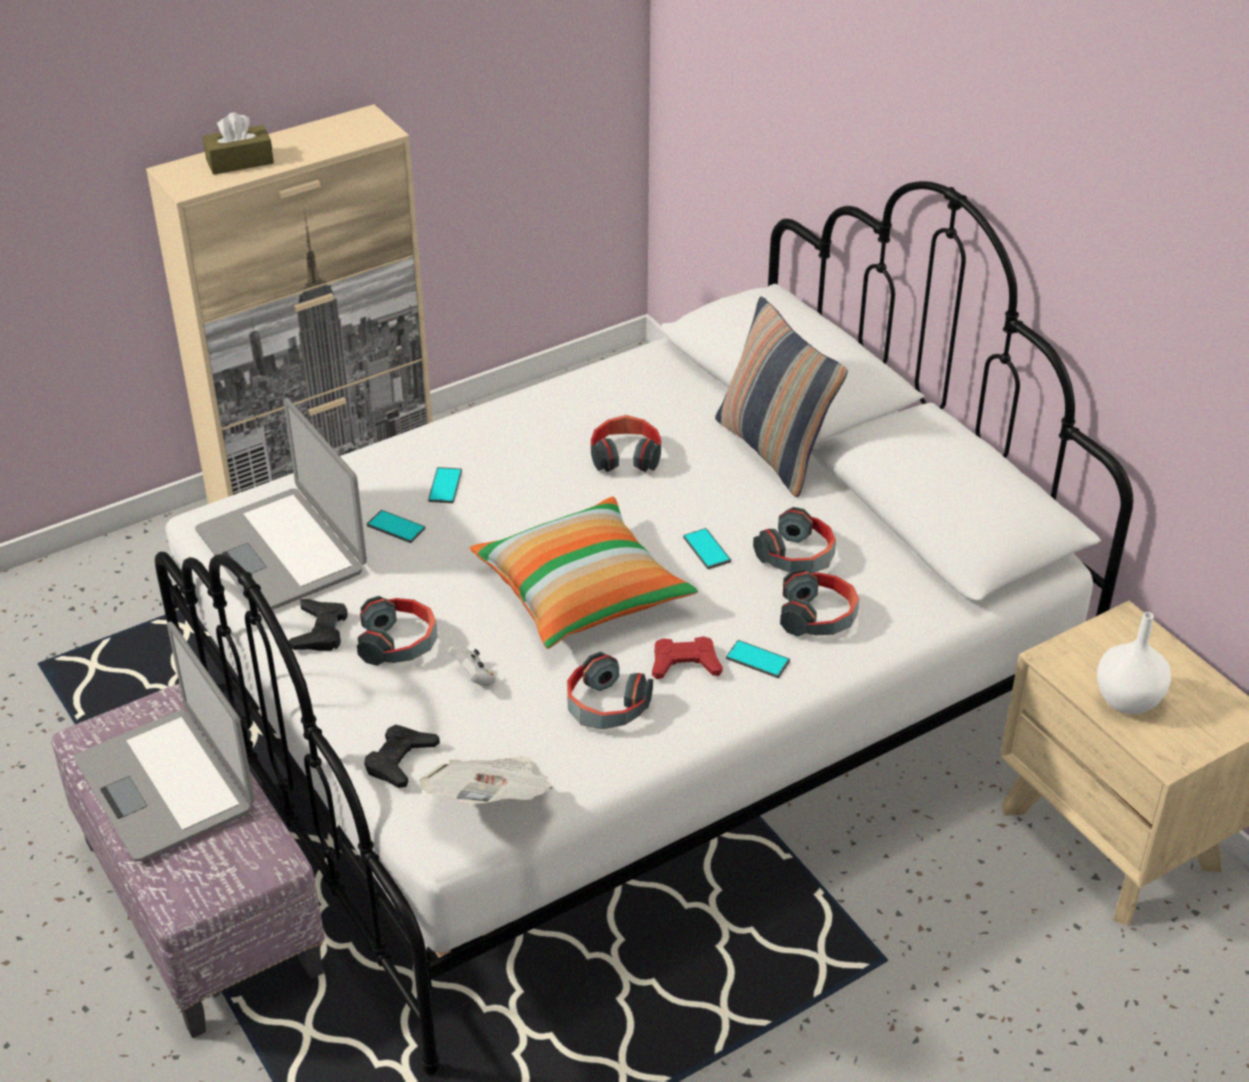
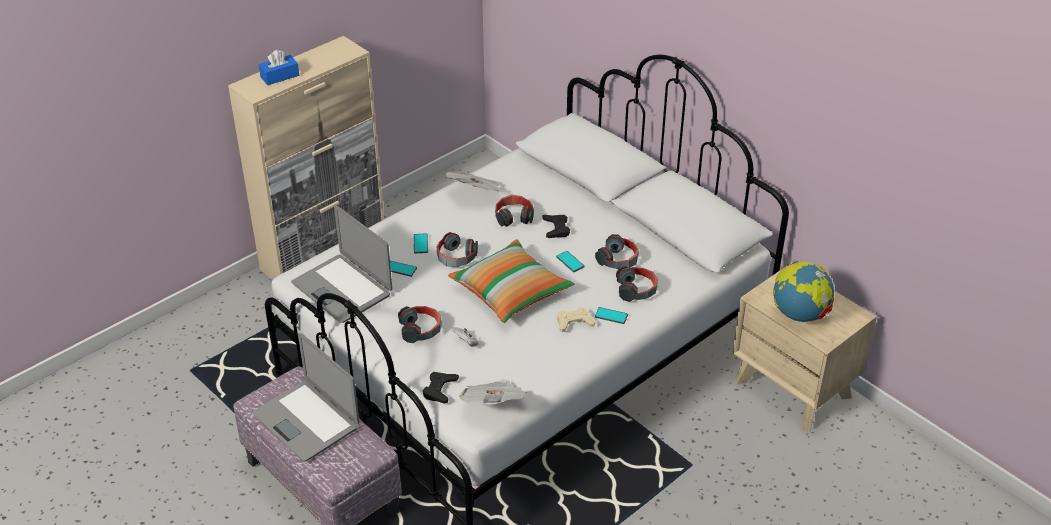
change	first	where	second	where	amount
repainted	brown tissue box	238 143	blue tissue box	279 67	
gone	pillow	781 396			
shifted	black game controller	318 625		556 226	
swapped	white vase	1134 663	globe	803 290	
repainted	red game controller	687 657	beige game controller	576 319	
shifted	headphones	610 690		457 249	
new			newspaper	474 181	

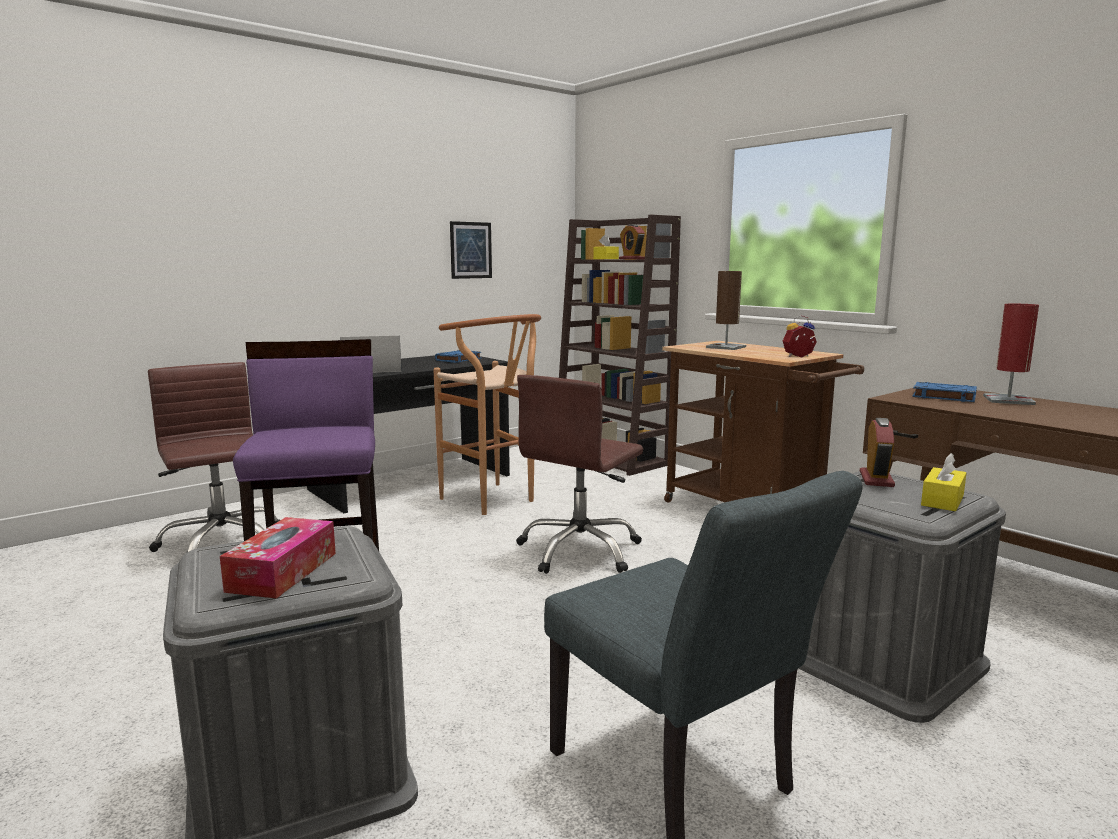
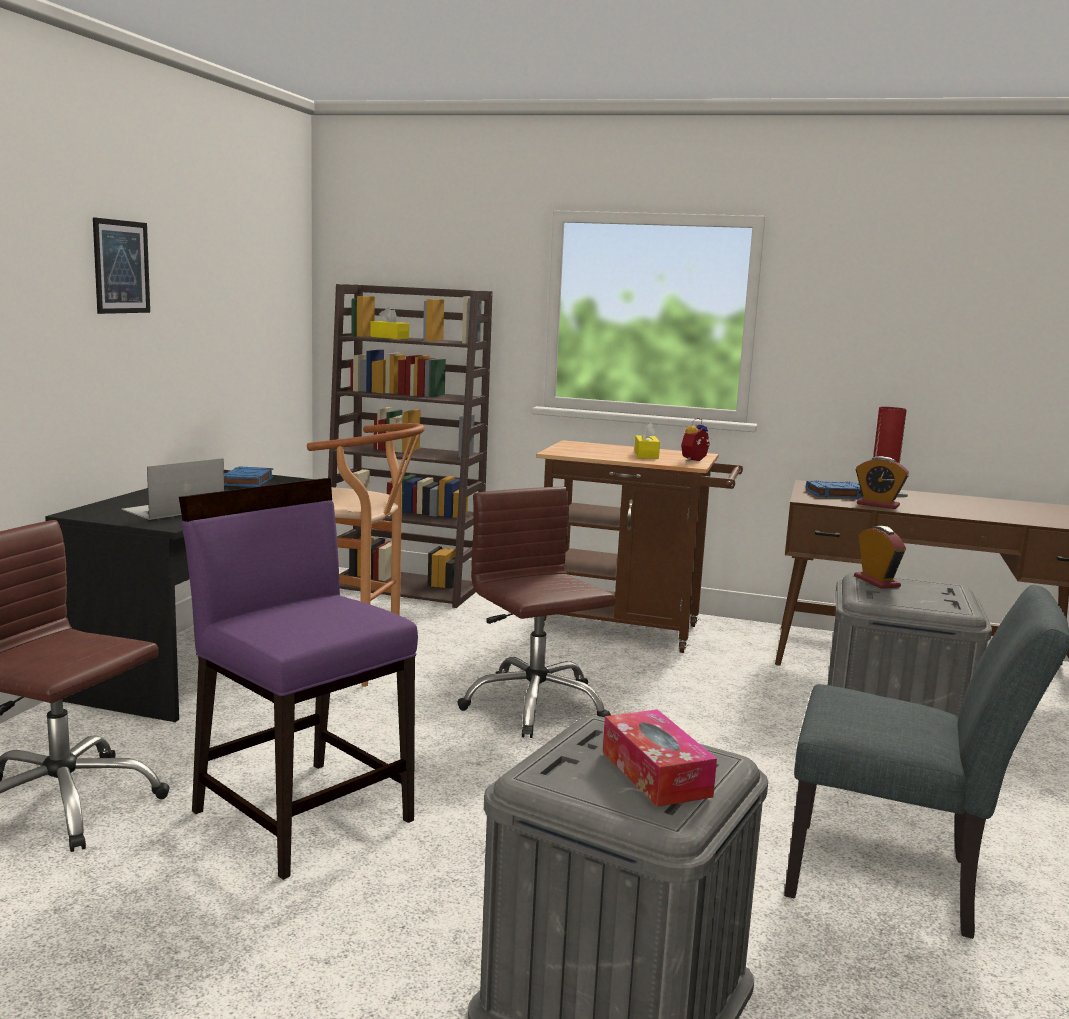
change	first	where	second	where	amount
shifted	picture	471 250		121 265	
shifted	alarm clock	632 241		882 482	
gone	brown table lamp	726 310			
rotated	brown office chair	579 474		536 612	150 degrees clockwise
shifted	yellow tissue box	943 482		647 440	

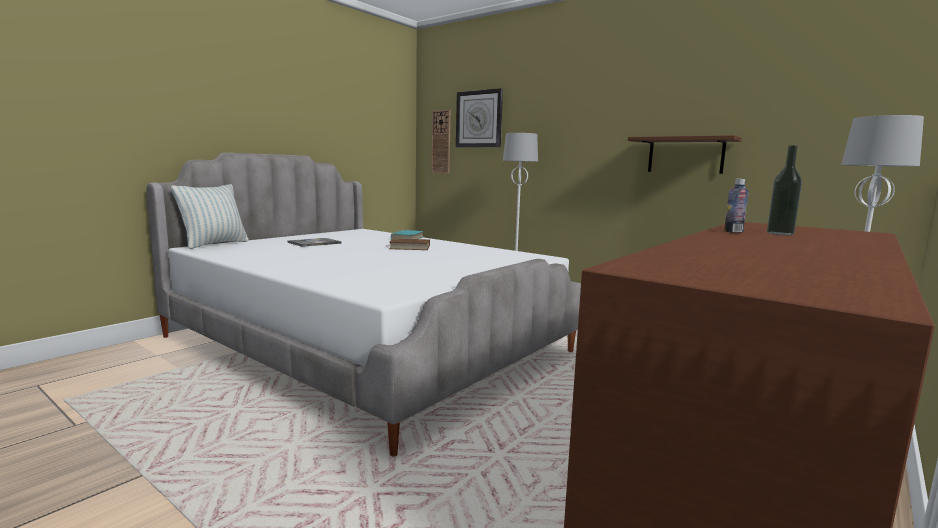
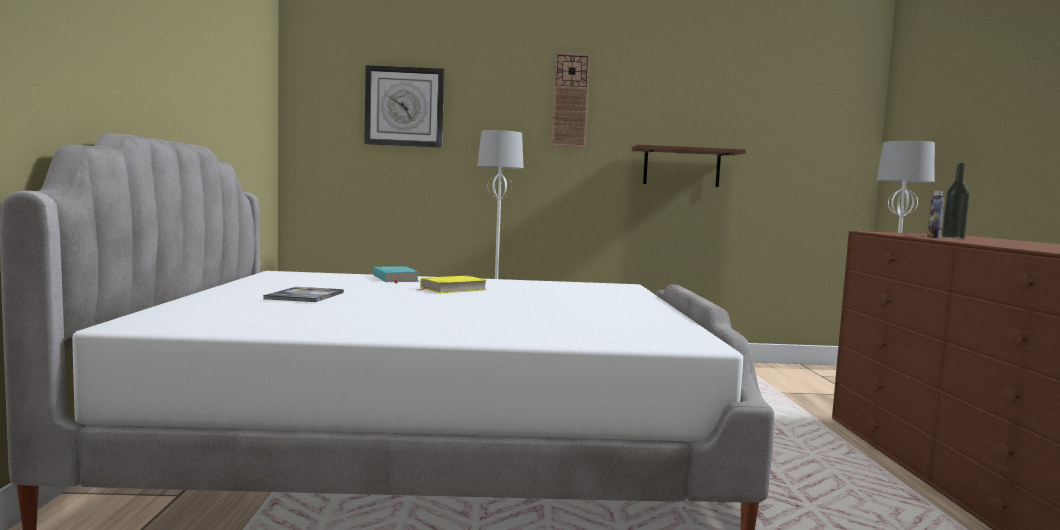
change	first	where	second	where	amount
shifted	wall clock	441 142		571 100	
gone	pillow	210 216			
repainted	brown book	409 244	yellow book	453 284	

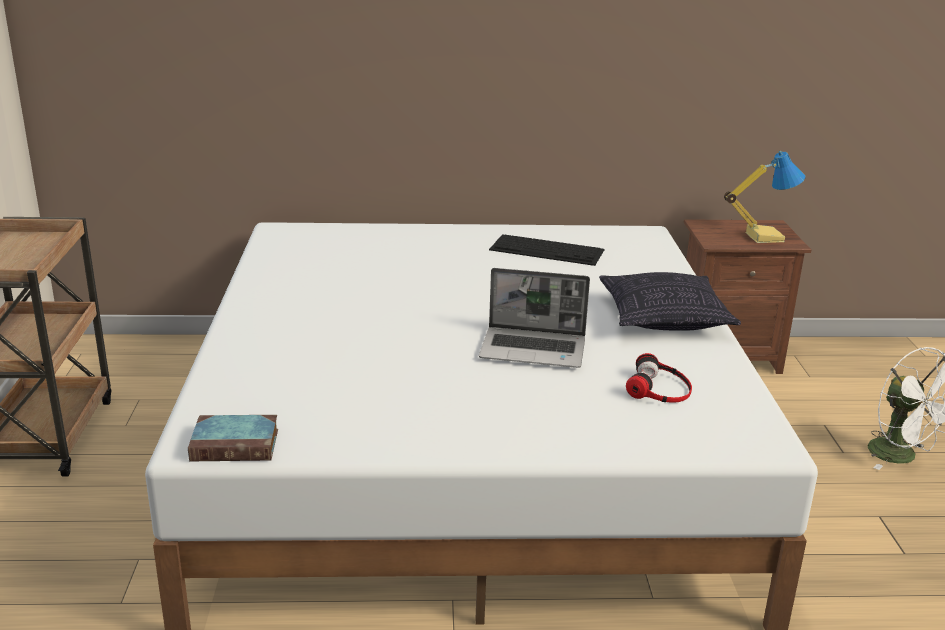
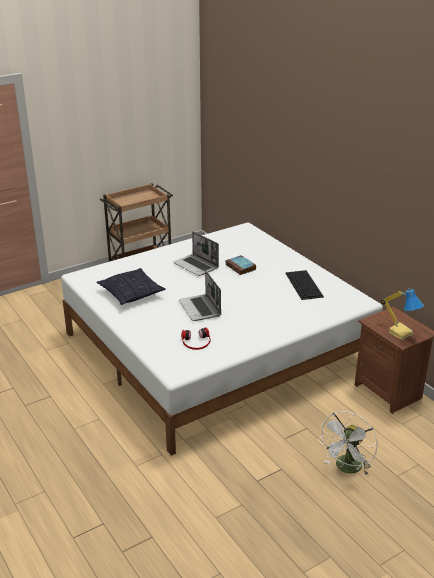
change	first	where	second	where	amount
shifted	pillow	670 301		131 286	
shifted	book	233 438		241 265	
new			laptop	196 254	

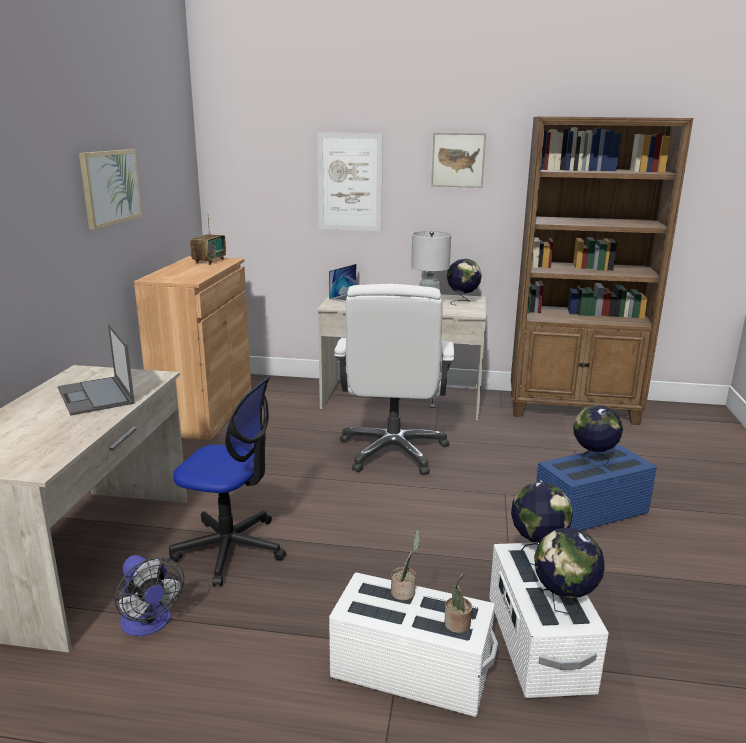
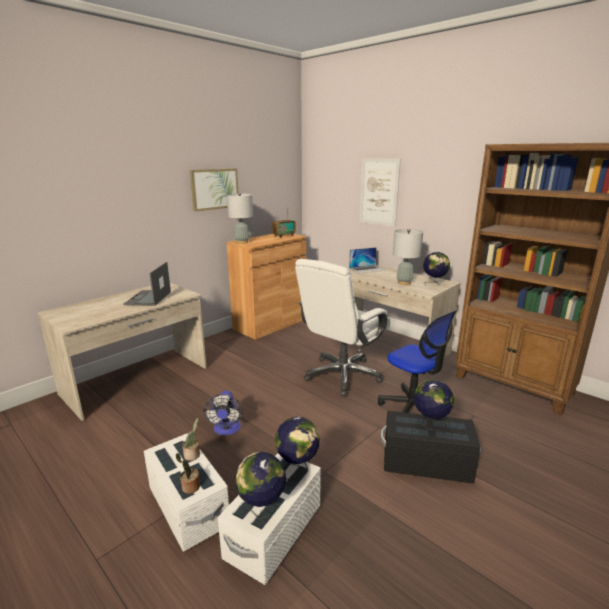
change	first	where	second	where	amount
gone	picture	458 160			
shifted	office chair	227 481		417 361	
repainted	blue storage box	596 487	black storage box	430 447	
shifted	fan	149 595		223 413	
new			grey table lamp	240 218	

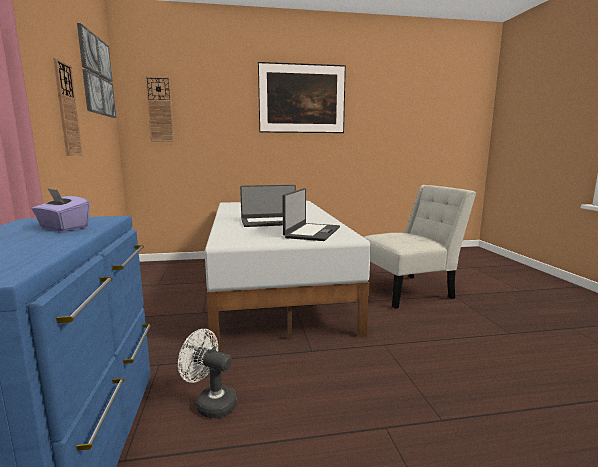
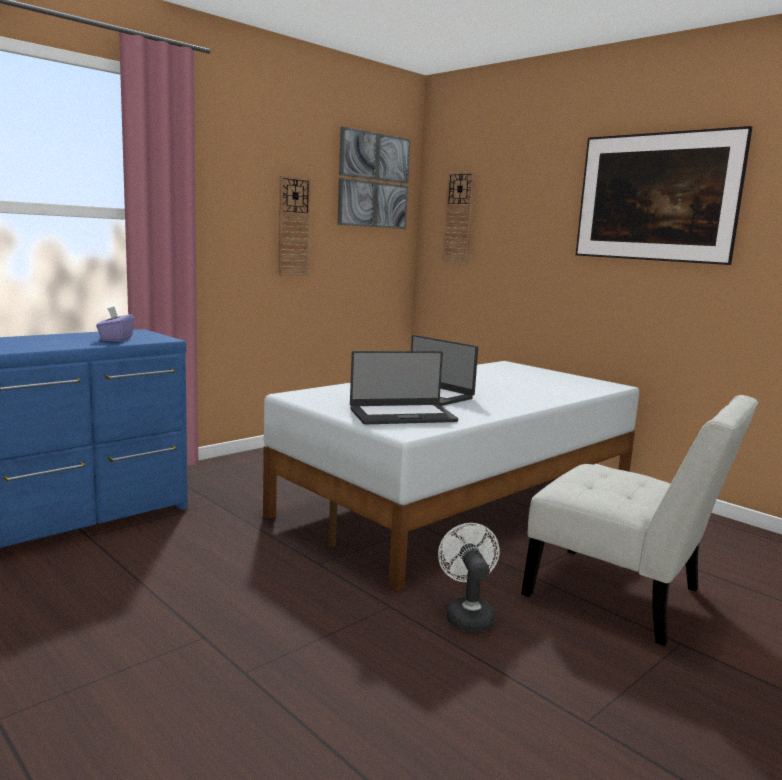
change	first	where	second	where	amount
shifted	white fan	207 373		469 578	

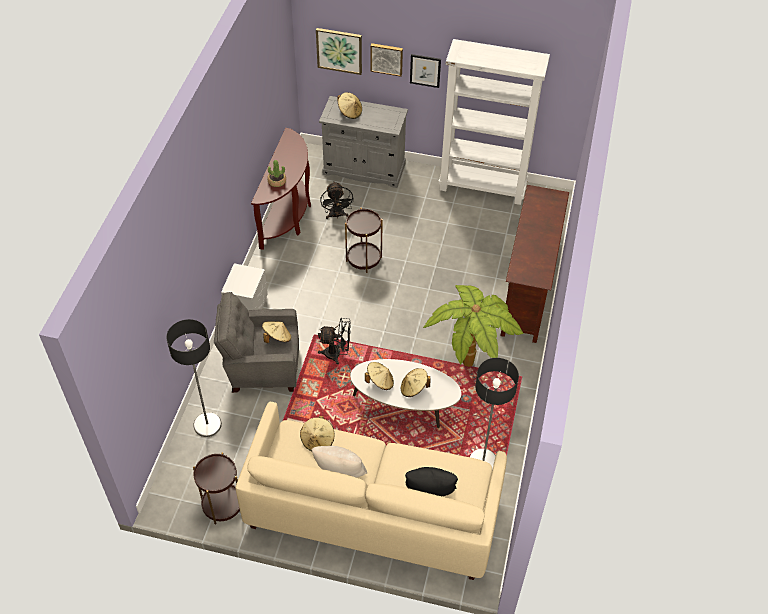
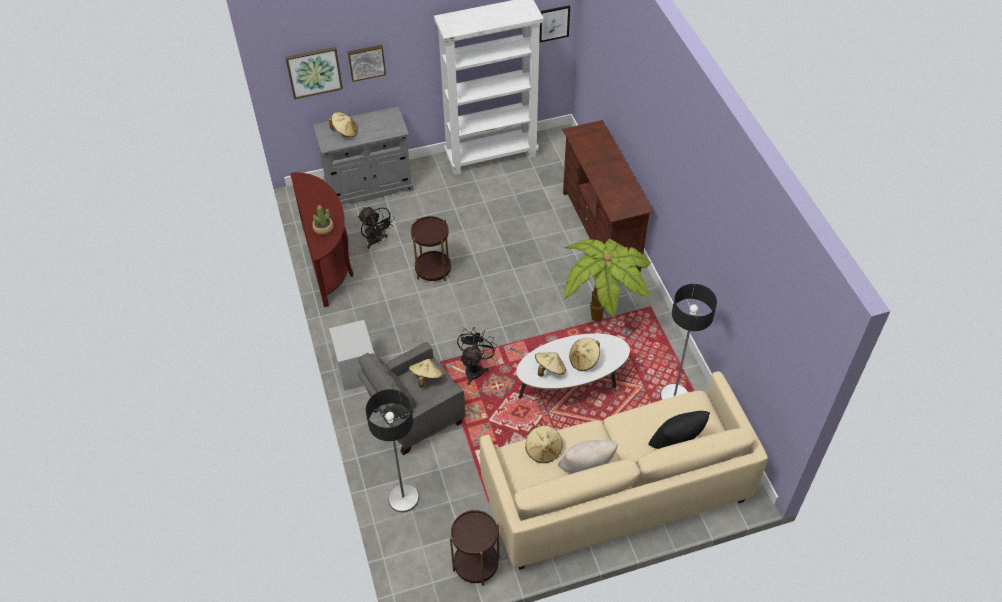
change	first	where	second	where	amount
shifted	picture	425 71		554 24	
rotated	black fan	334 341		477 356	45 degrees counterclockwise

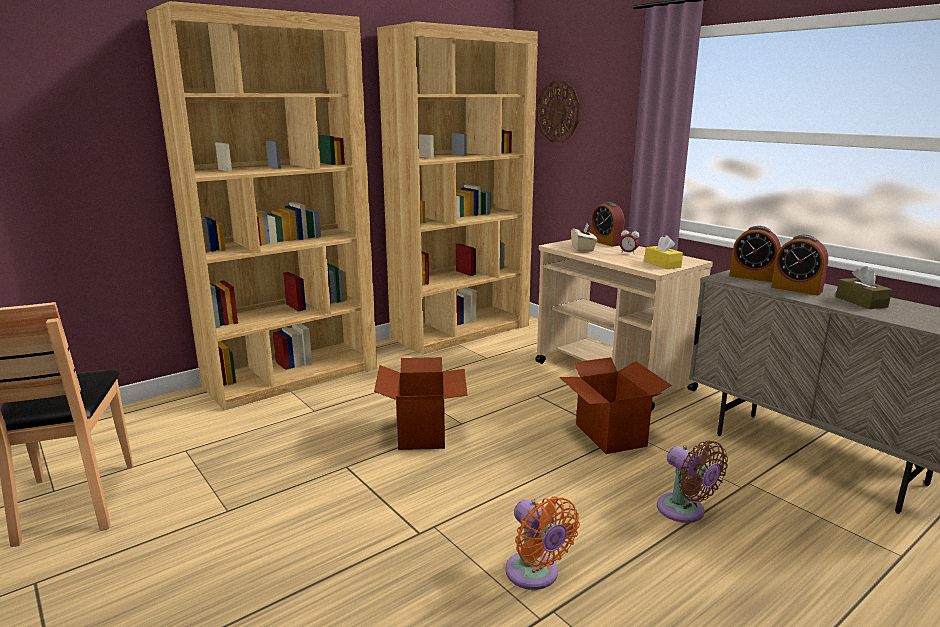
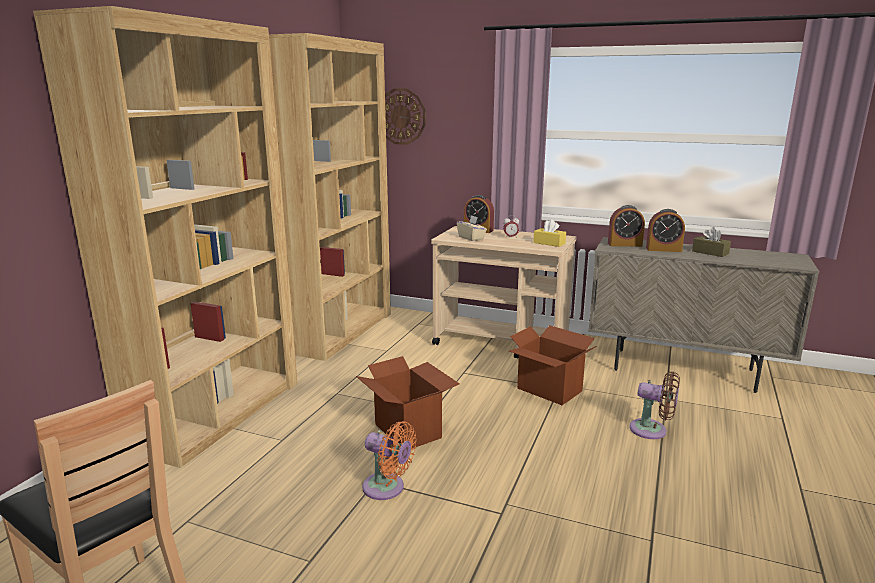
change	first	where	second	where	amount
shifted	orange fan	543 543		389 460	

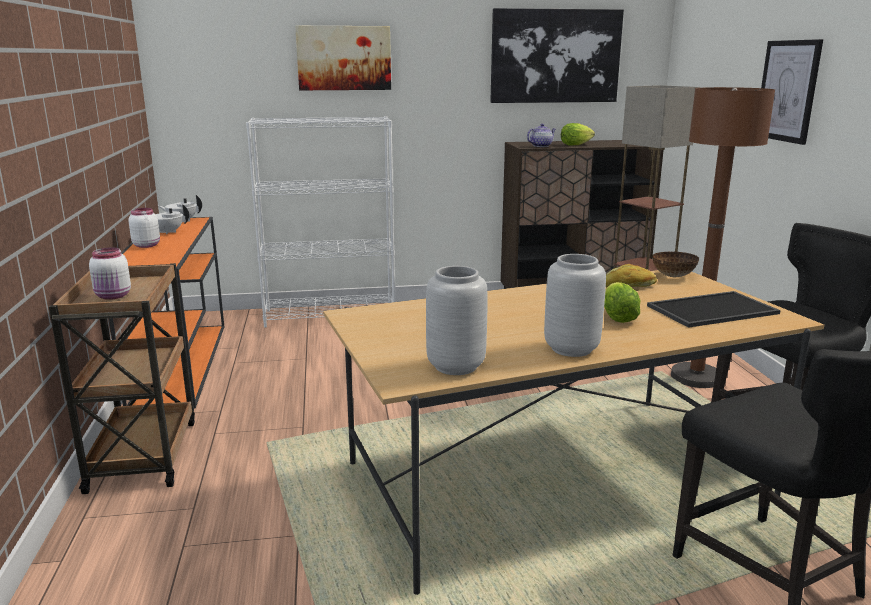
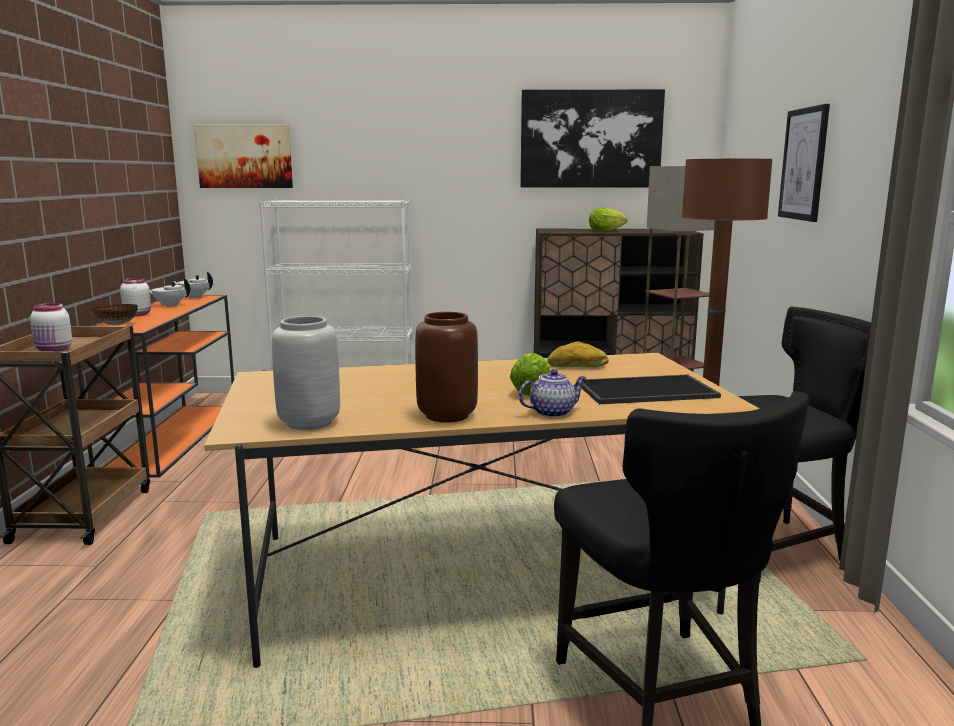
change	first	where	second	where	amount
shifted	picture	343 58		243 156	
shifted	teapot	541 135		552 393	
shifted	bowl	675 264		115 315	
repainted	grey vase	575 305	brown vase	446 367	

